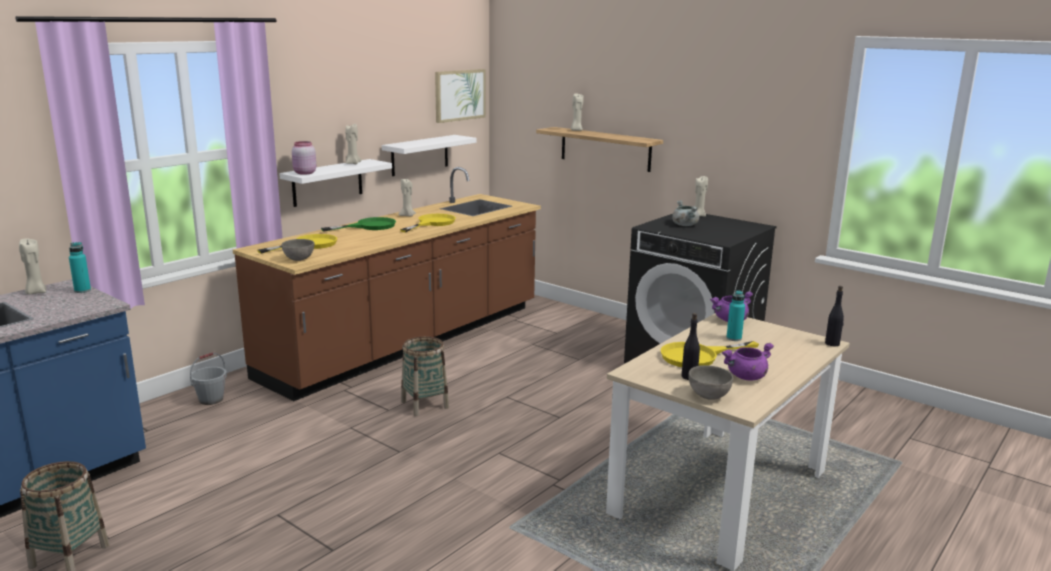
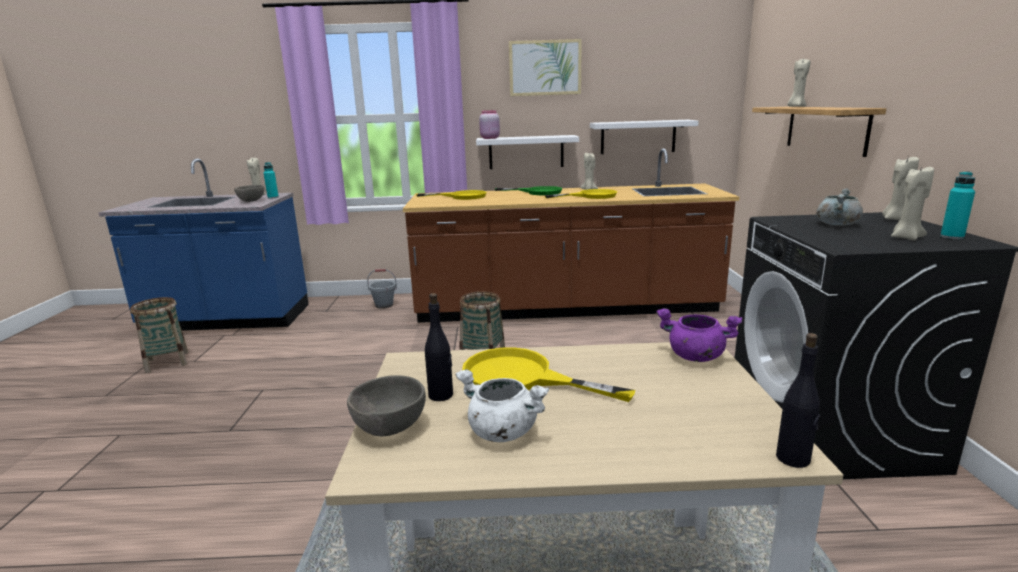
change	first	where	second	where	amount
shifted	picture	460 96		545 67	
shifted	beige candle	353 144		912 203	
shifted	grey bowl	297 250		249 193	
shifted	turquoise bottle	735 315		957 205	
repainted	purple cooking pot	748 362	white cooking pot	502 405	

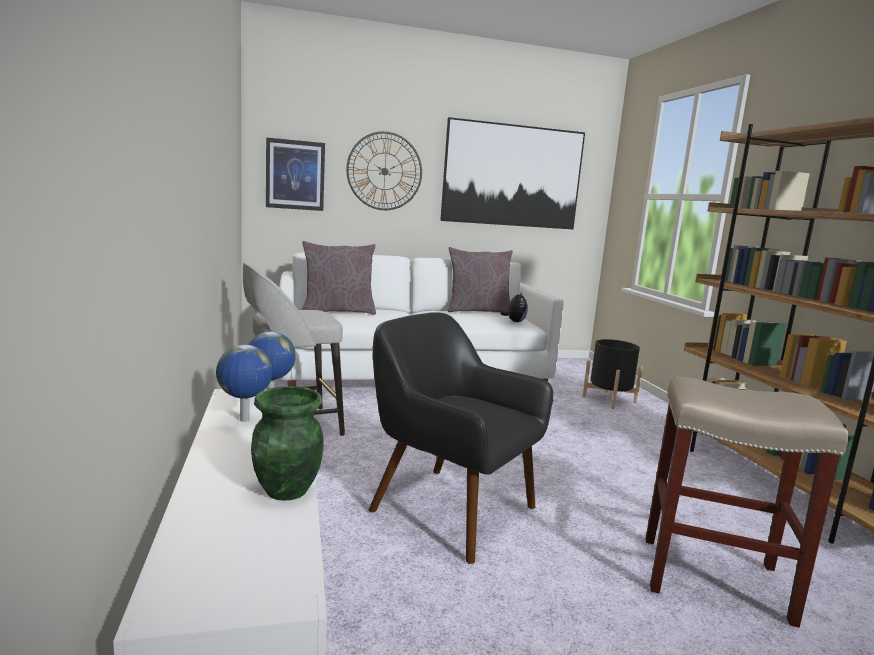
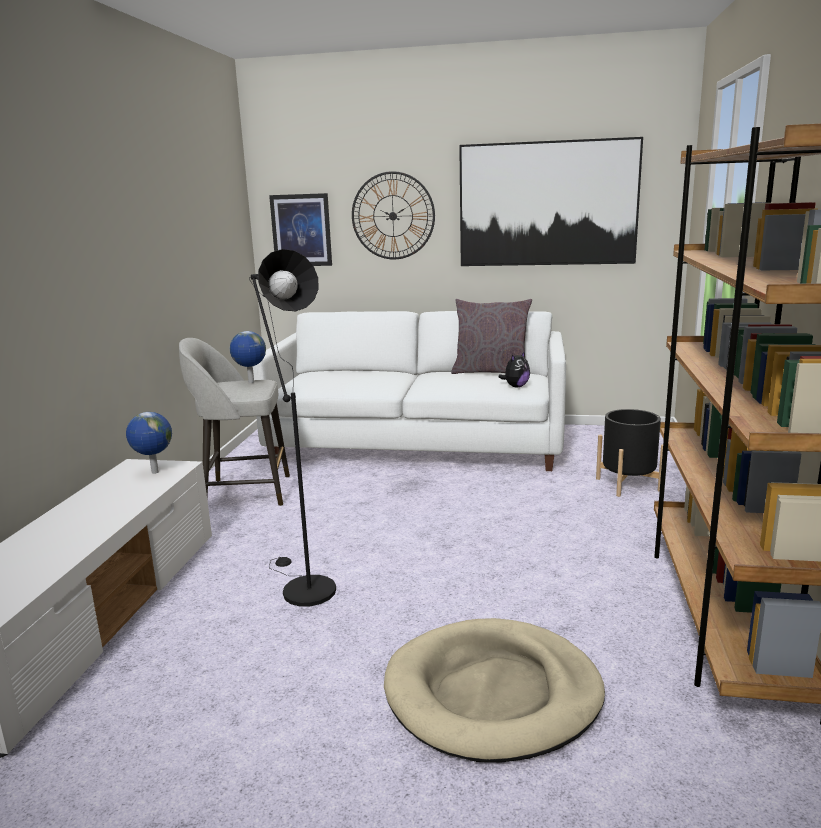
change	first	where	second	where	amount
gone	grey pillow	339 278			
swapped	black armchair	461 438	black floor lamp	292 427	
shifted	globe	244 383		248 357	
swapped	beige stool	747 502	beige dog bed	494 690	
gone	green vase	287 443			

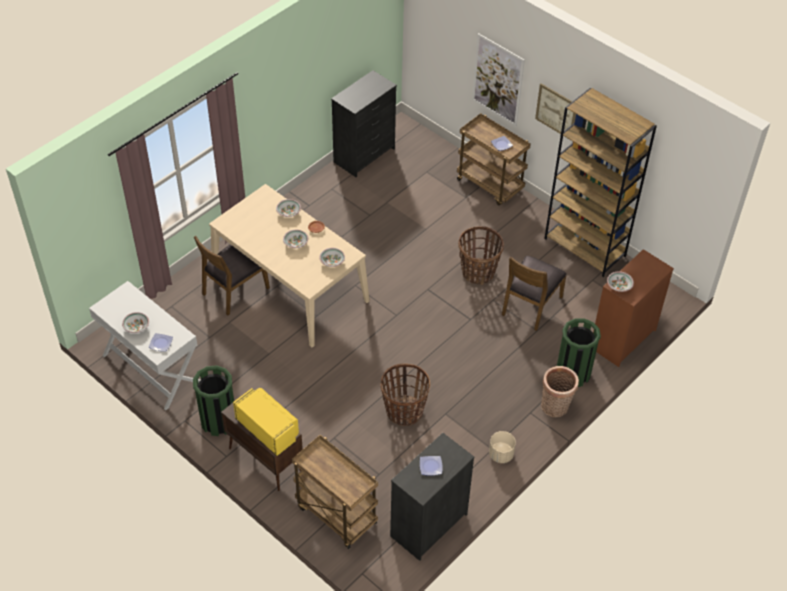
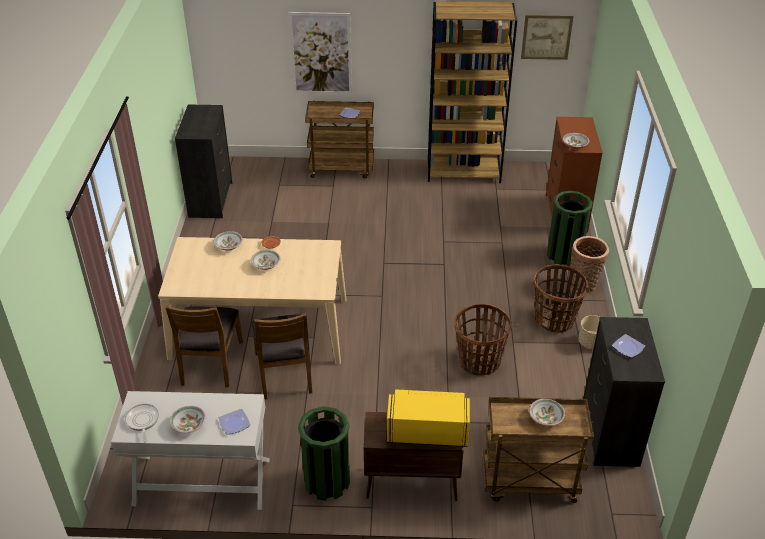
change	first	where	second	where	amount
shifted	picture	555 108		547 37	
shifted	basket	481 255		561 298	
shifted	bowl	332 257		547 412	
shifted	brown chair	534 293		281 356	
new			frying pan	142 423	

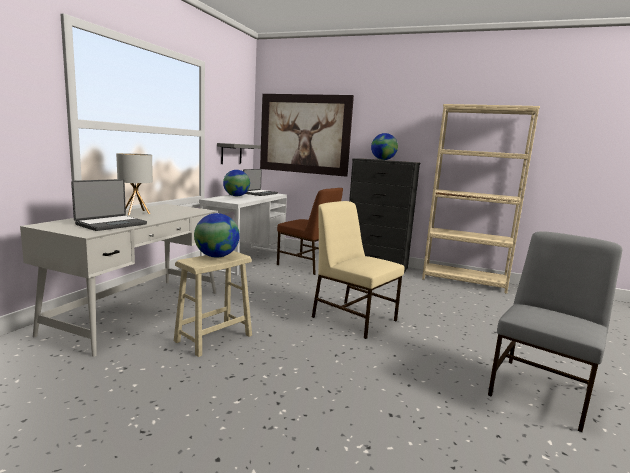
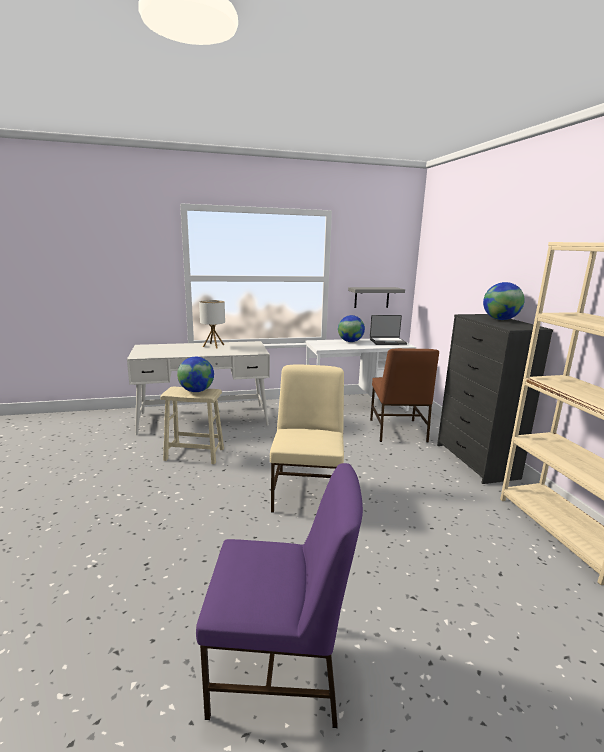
change	first	where	second	where	amount
gone	picture	307 135			
gone	laptop	109 205			
repainted	grey chair	555 331	purple chair	279 595	

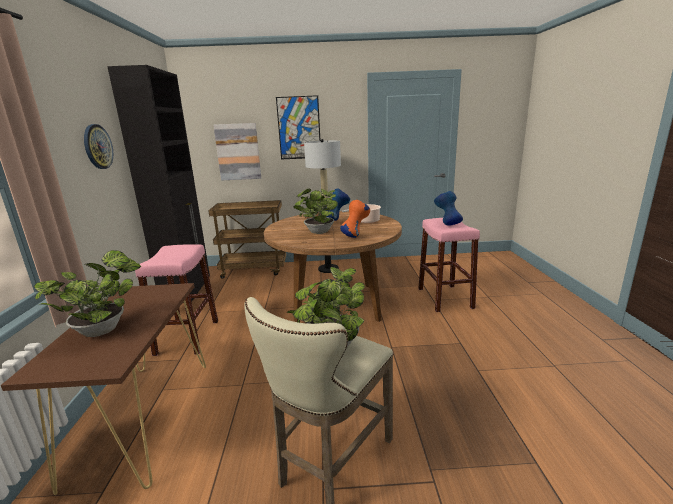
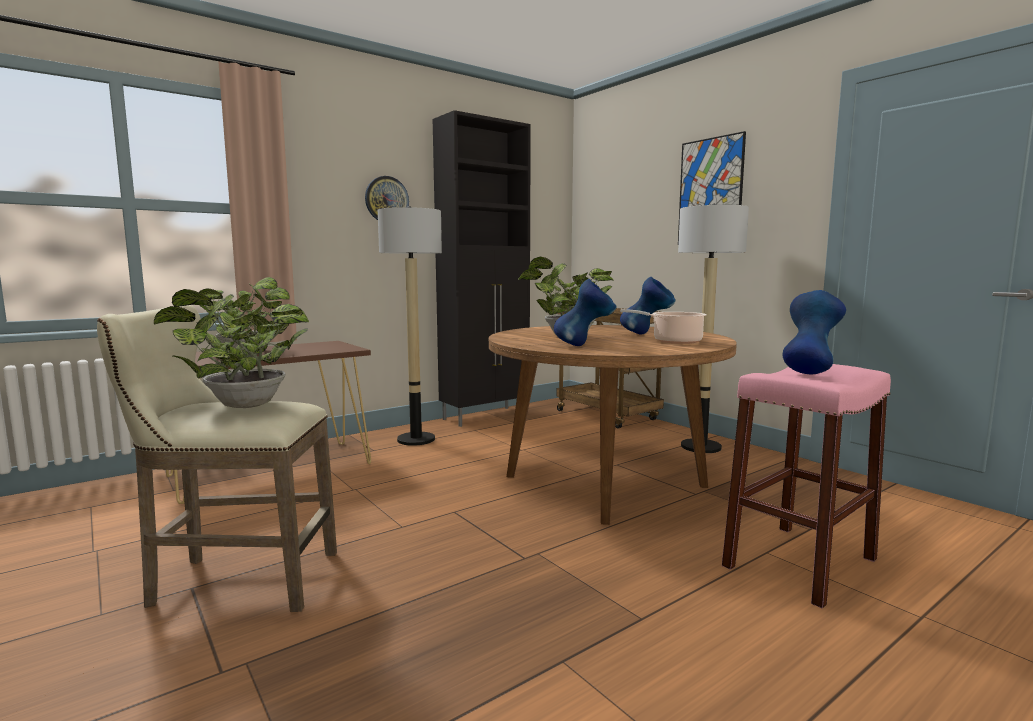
change	first	where	second	where	amount
gone	picture	237 152			
repainted	orange vase	355 219	blue vase	585 312	
swapped	pink stool	176 300	floor lamp	410 326	

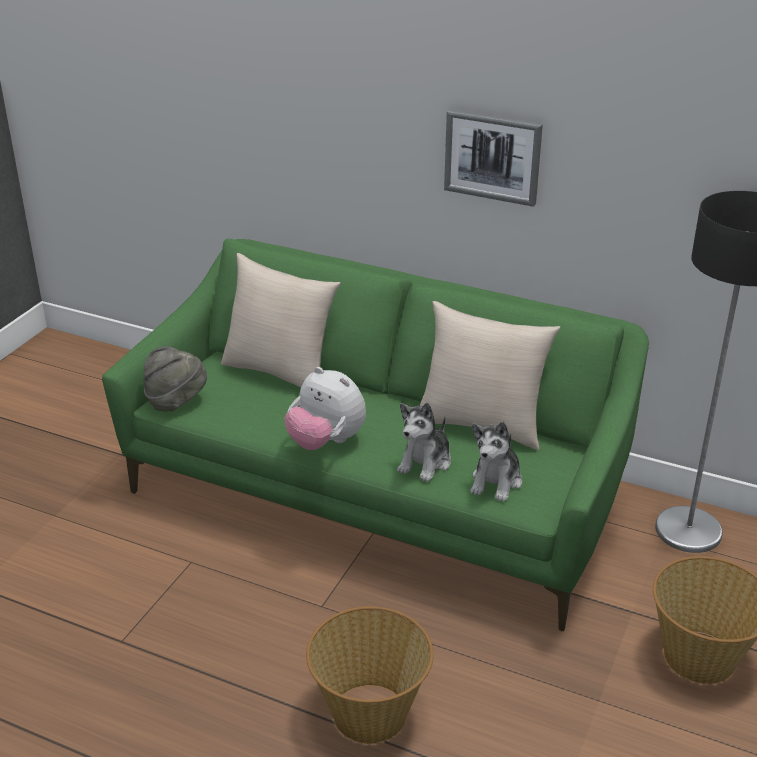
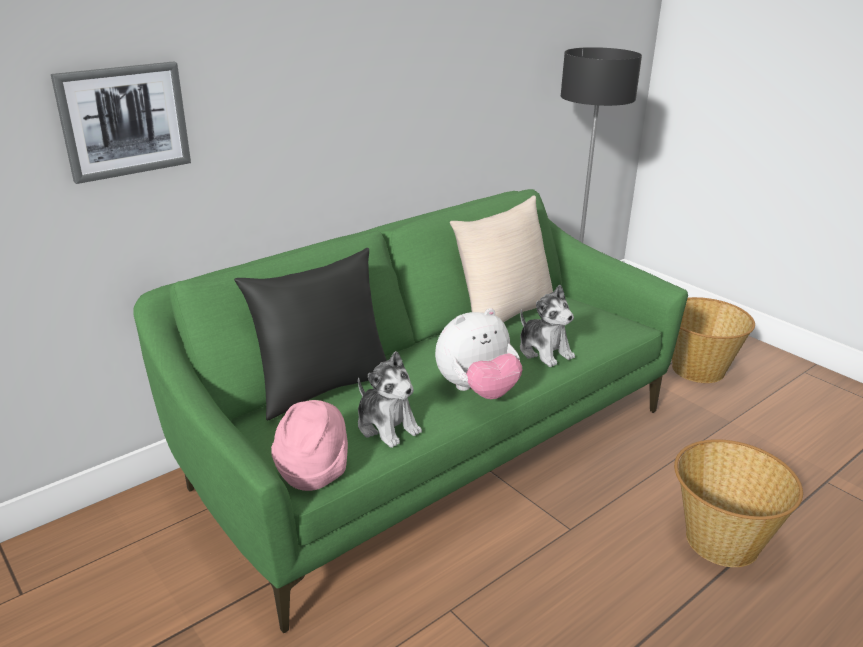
change	first	where	second	where	amount
shifted	picture	493 158		121 123	
repainted	beige pillow	281 320	black pillow	310 334	
repainted	grey hat	175 379	pink hat	309 445	
shifted	plush toy	496 461		390 399	

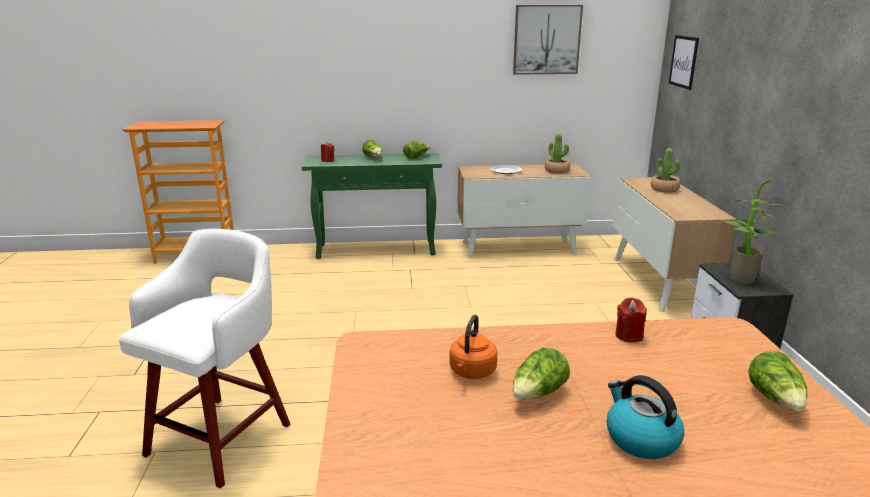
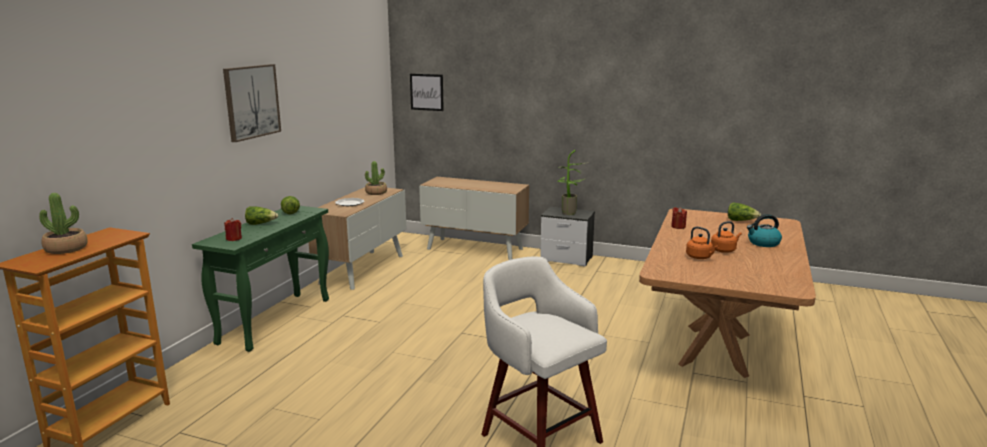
change	first	where	second	where	amount
shifted	picture	548 40		252 103	
shifted	potted plant	665 170		63 223	
swapped	lettuce	541 374	orange kettle	726 237	

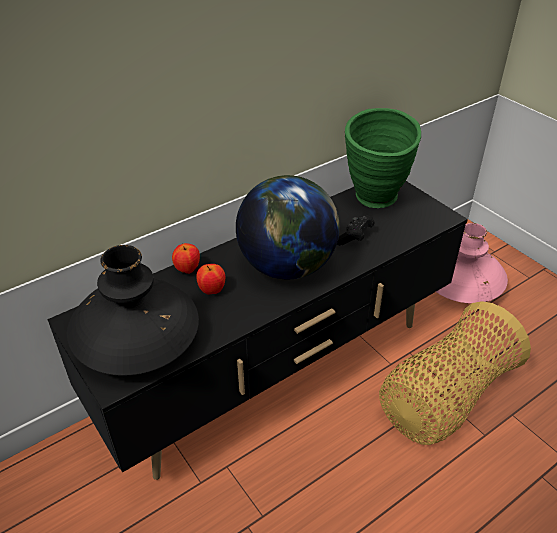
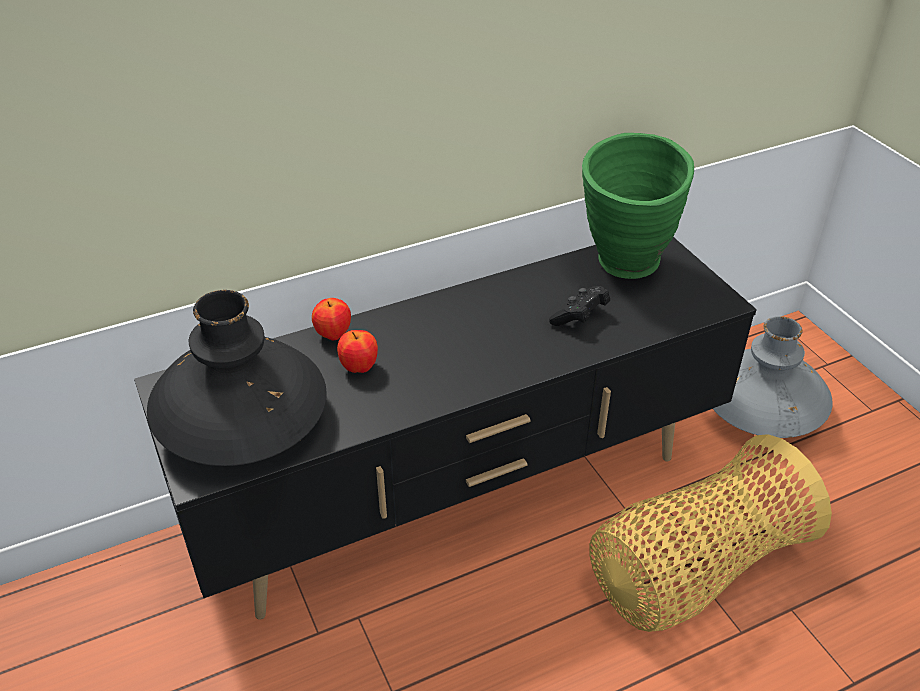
change	first	where	second	where	amount
gone	globe	288 227			
repainted	pink vase	472 263	grey vase	773 377	

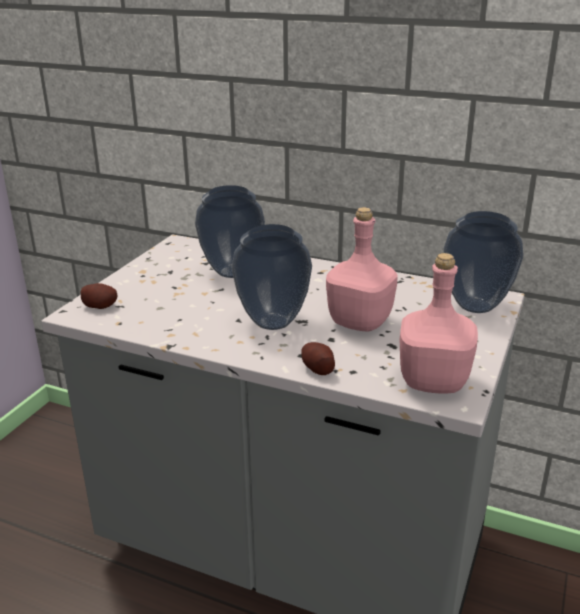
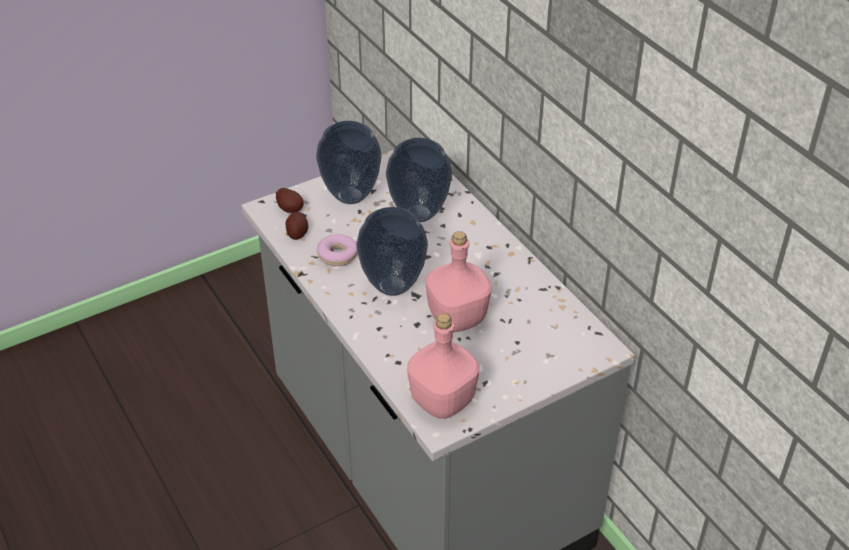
change	first	where	second	where	amount
shifted	vase	483 262		349 162	
shifted	potato	318 358		296 226	
new			donut	337 250	

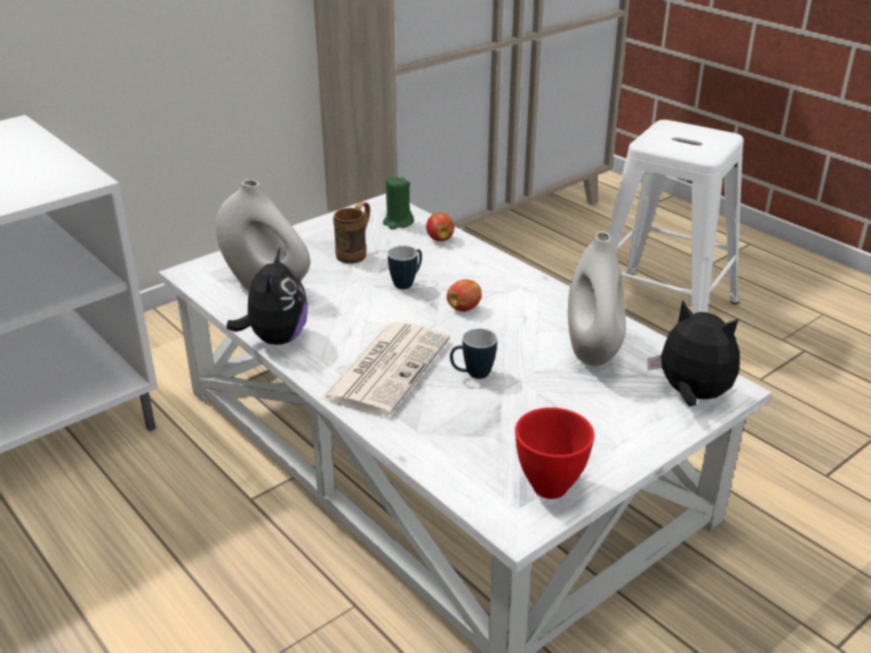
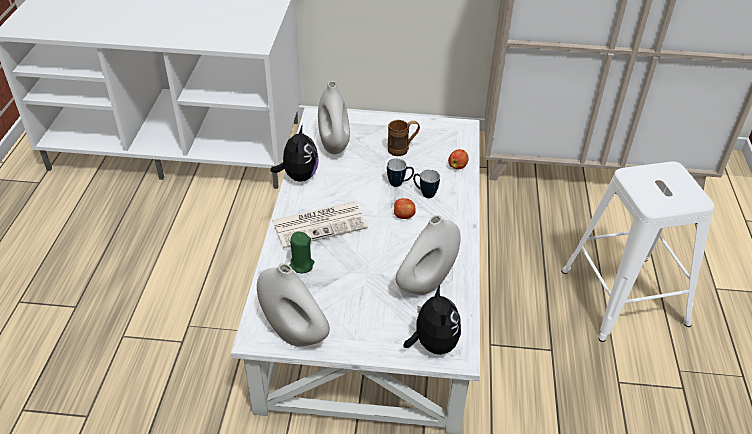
change	first	where	second	where	amount
shifted	green candle	398 202		301 252	
rotated	plush toy	267 296		295 153	45 degrees counterclockwise
shifted	mug	473 353		426 184	
swapped	red bowl	555 453	white vase	293 305	

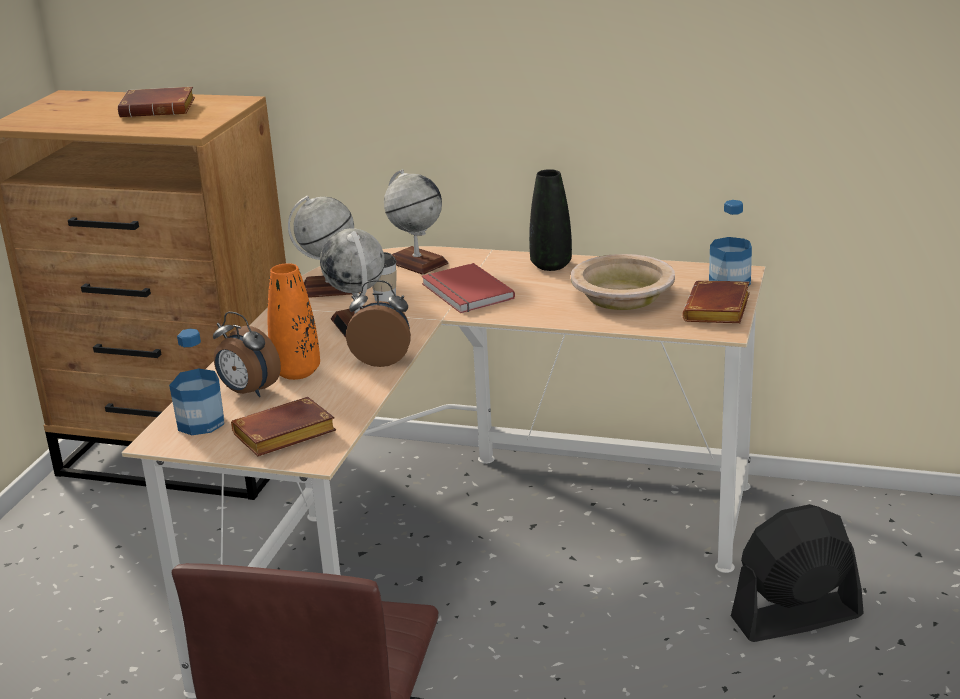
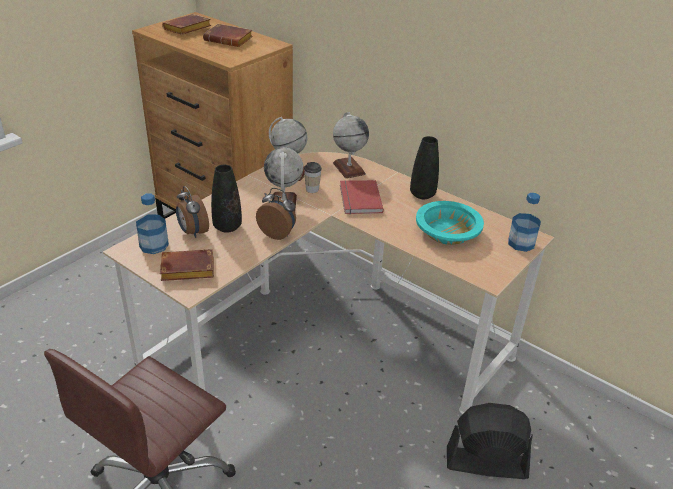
change	first	where	second	where	amount
repainted	beige bowl	623 282	turquoise bowl	450 223	
repainted	orange vase	294 321	black vase	226 198	
shifted	brown book	716 301		186 24	

